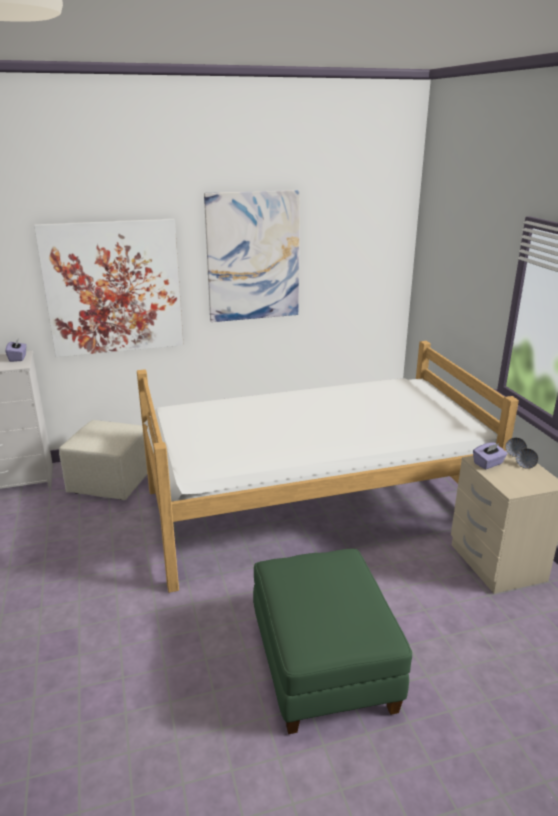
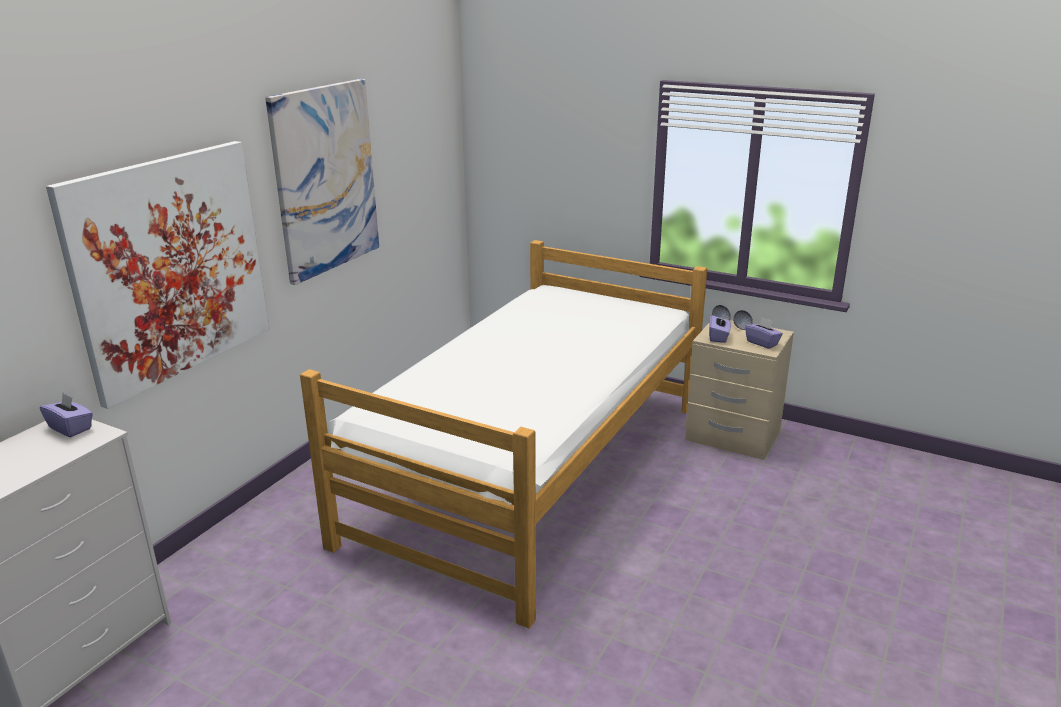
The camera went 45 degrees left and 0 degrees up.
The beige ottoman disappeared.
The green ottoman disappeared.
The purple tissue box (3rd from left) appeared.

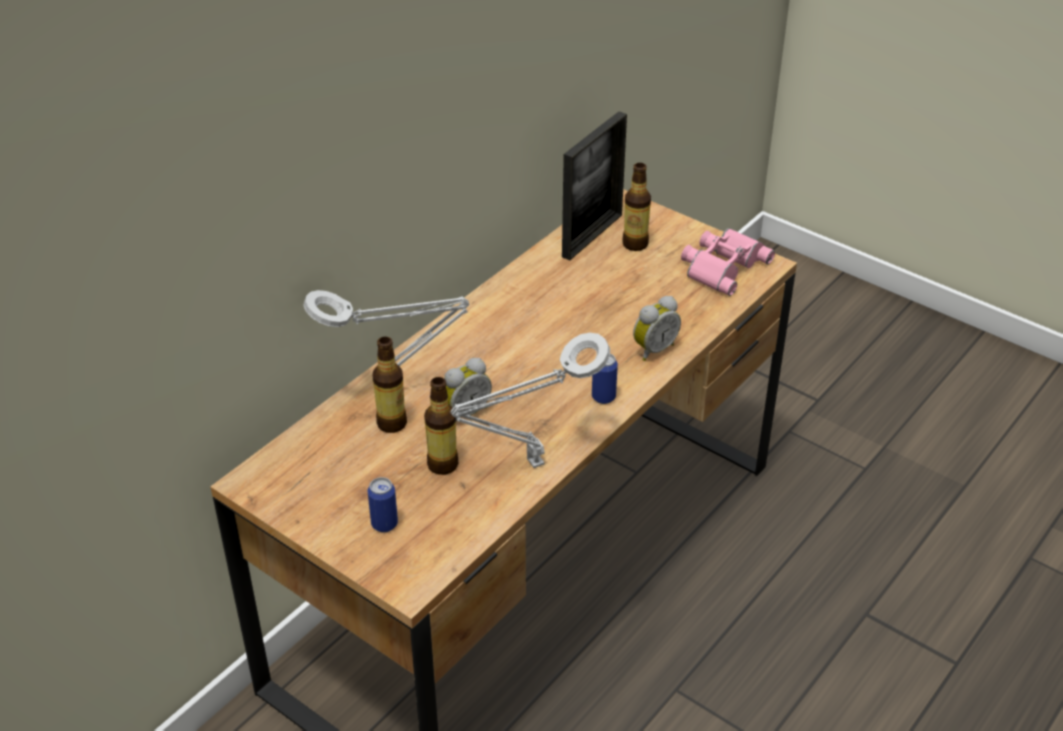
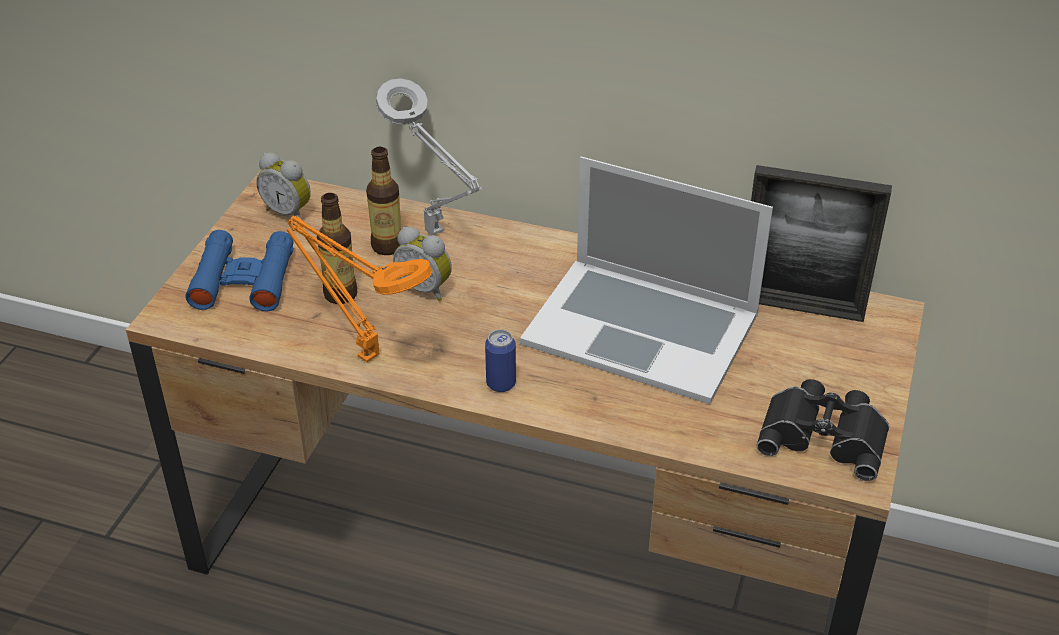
The camera went 70 degrees right and 0 degrees up.
The bottle (3rd from left) disappeared.
The laptop appeared.
The alarm clock (2nd from left in the first image) moved.
The can (1st from left) was replaced by the blue binoculars.
The grey table lamp (2nd from left) became the orange table lamp.
The pink binoculars became the black binoculars.

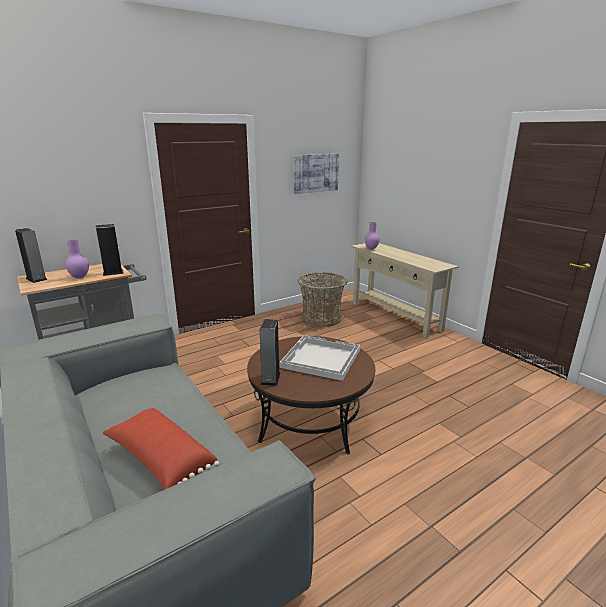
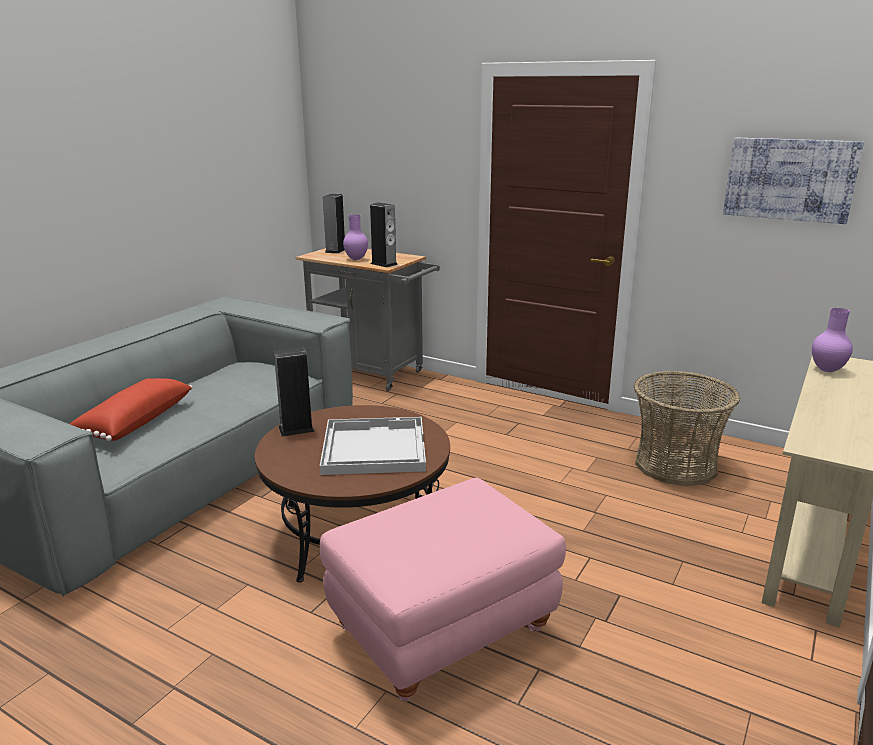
The camera went 65 degrees right and 0 degrees up.
The pink ottoman appeared.

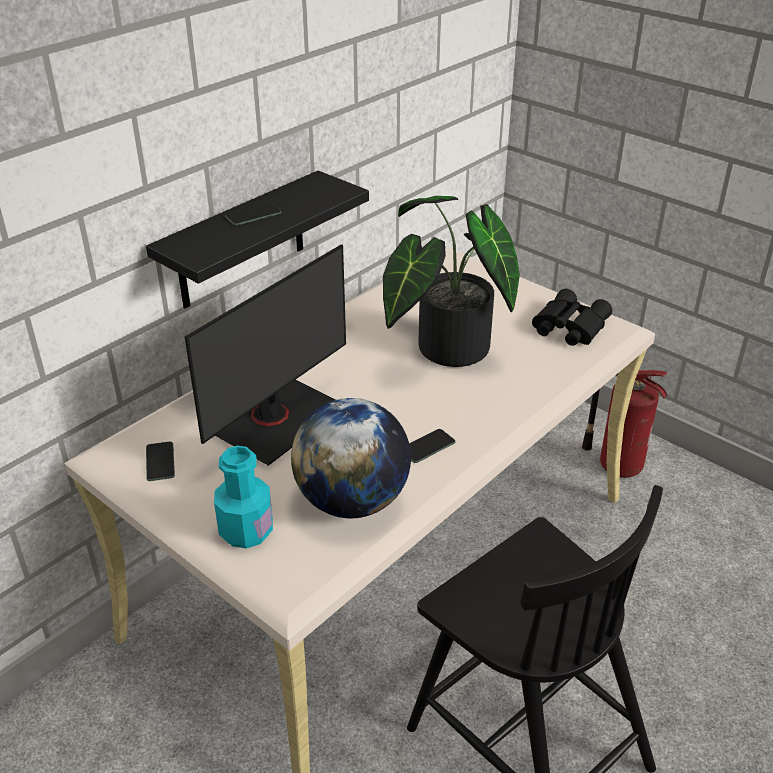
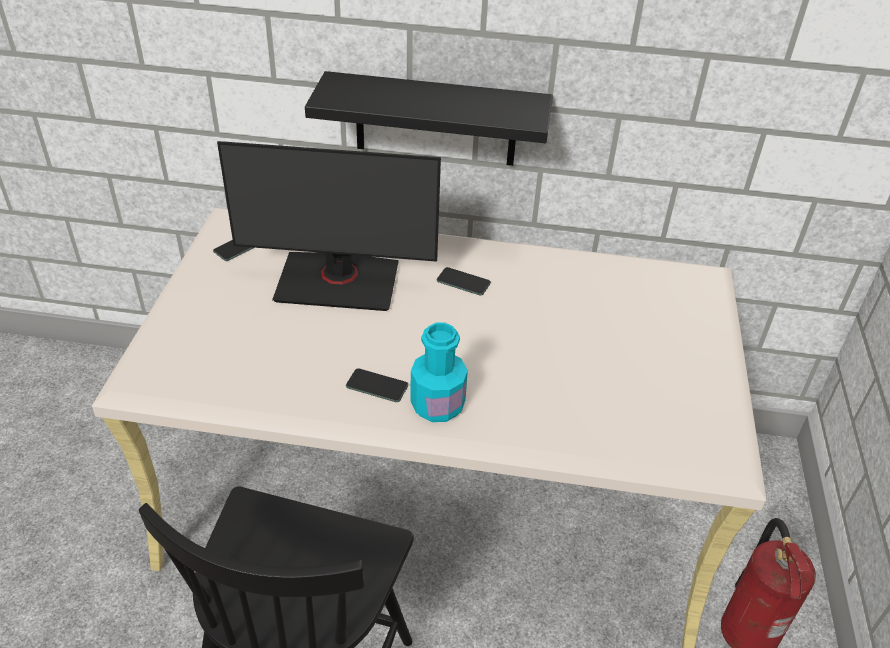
The camera went 55 degrees right and 5 degrees up.
The globe disappeared.
The potted plant disappeared.
The black binoculars disappeared.
The turquoise bottle moved.
The phone (2nd from left in the first image) moved.

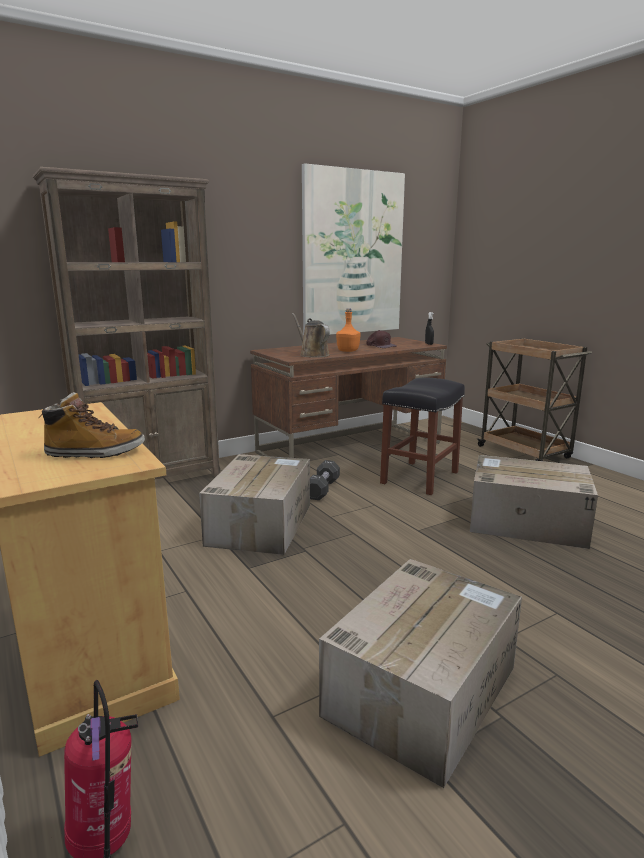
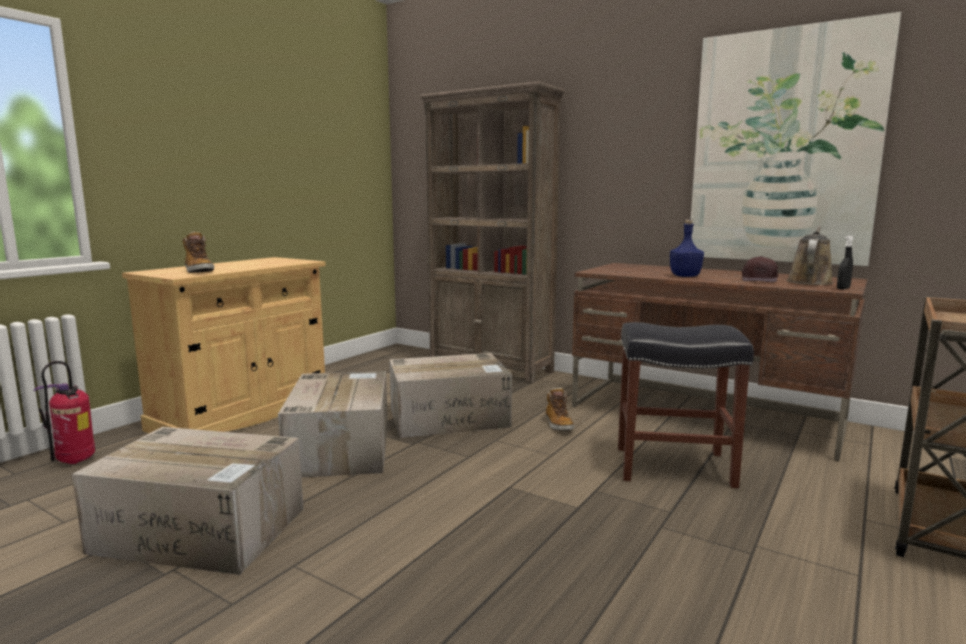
The camera went 65 degrees right and 5 degrees down.
The brown watering can moved.
The cardboard box (3rd from left in the first image) moved.
The black dumbbell was replaced by the boot (2nd from left).
The orange bottle became the blue bottle.

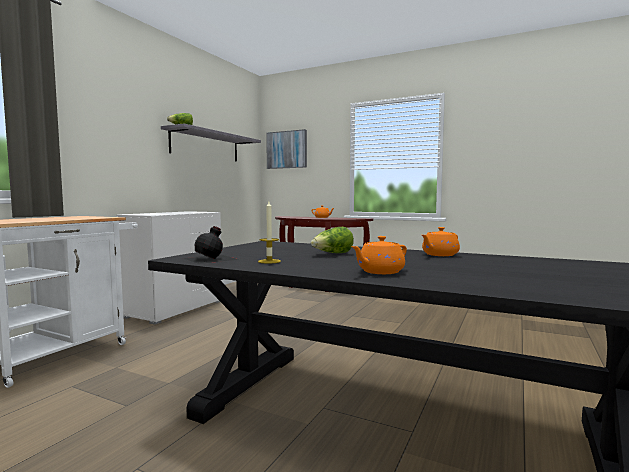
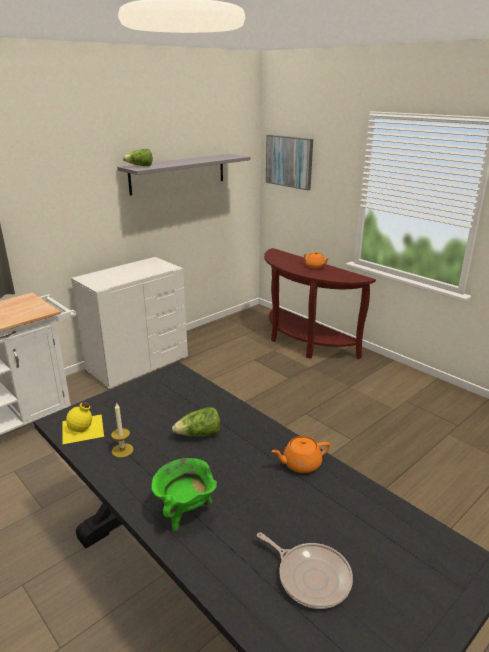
The camera went 20 degrees right and 20 degrees up.
The frying pan appeared.
The orange teapot (2nd from left) was replaced by the green cooking pot.
The black bottle became the yellow bottle.

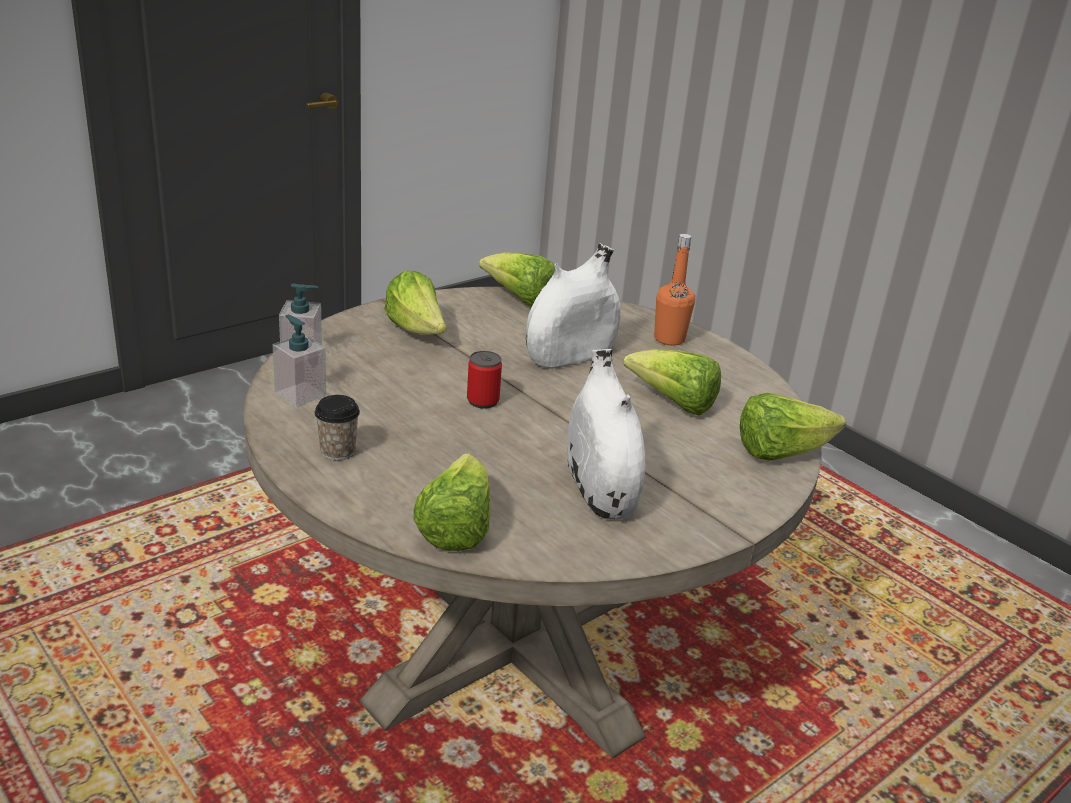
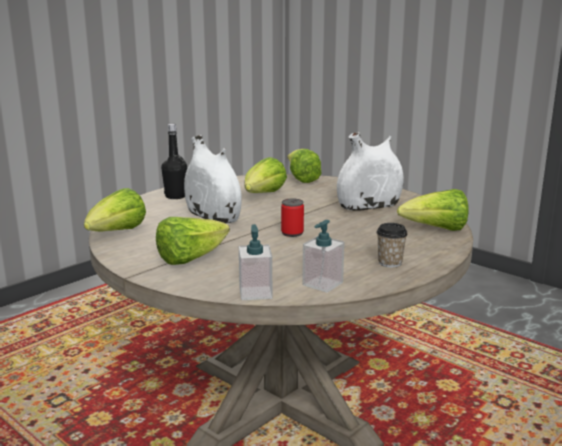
The camera went 95 degrees left and 10 degrees down.
The orange bottle became the black bottle.

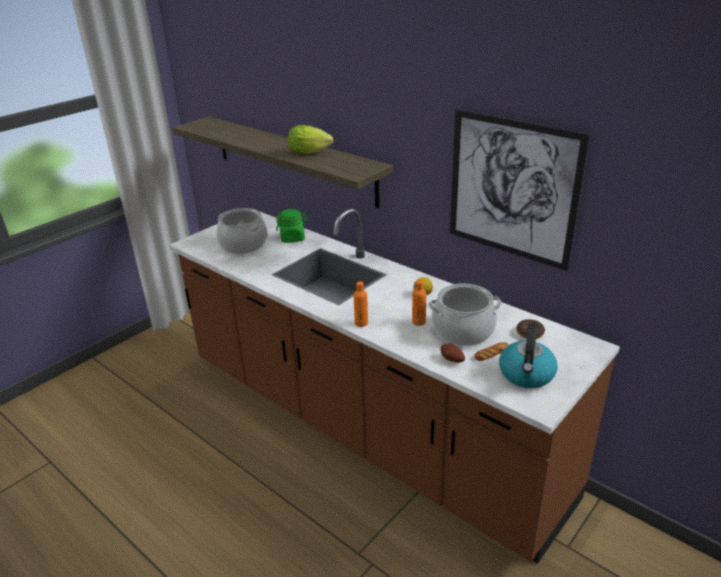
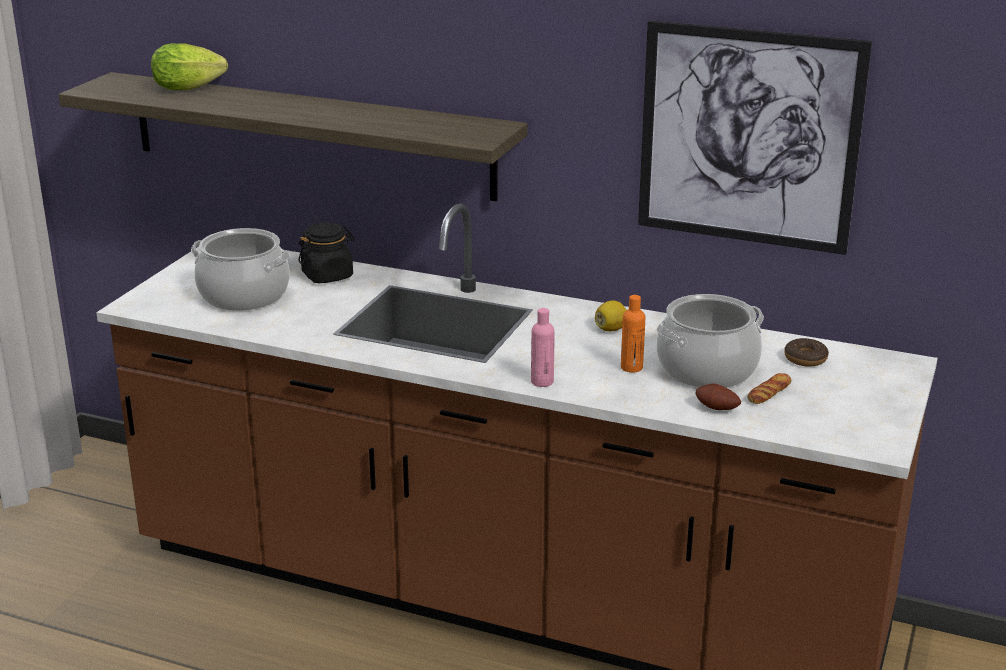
The camera went 20 degrees left and 5 degrees down.
The kettle disappeared.
The lettuce moved.
The green jar became the black jar.
The orange bottle (1st from left) became the pink bottle.

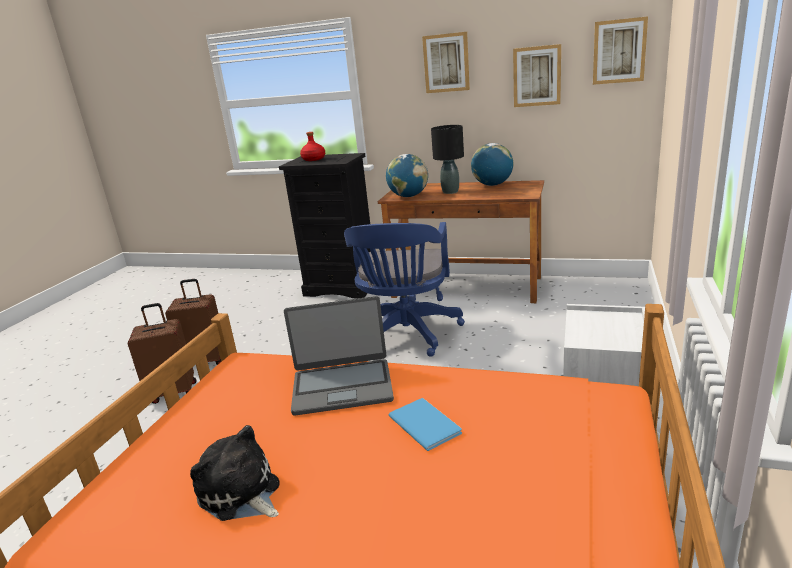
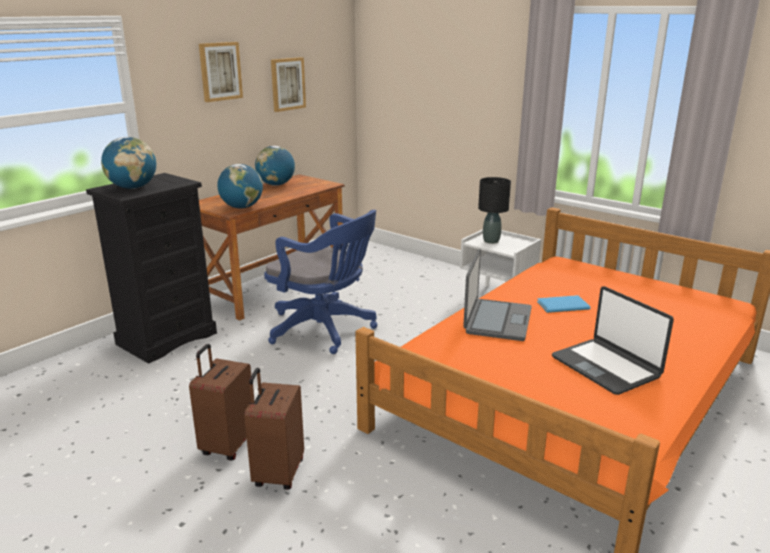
The camera went 70 degrees left and 0 degrees up.
The picture (3rd from left) disappeared.
The black table lamp moved.
The plush toy was replaced by the laptop (2nd from left).
The red bottle was replaced by the globe (1st from left).

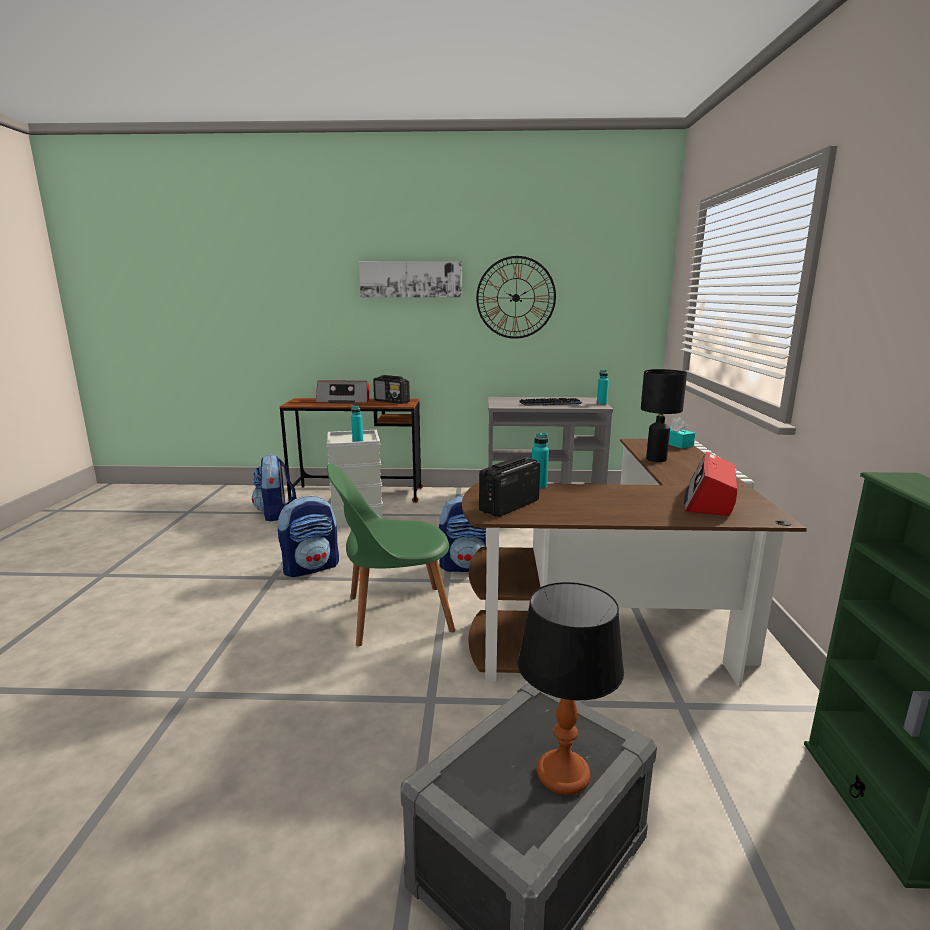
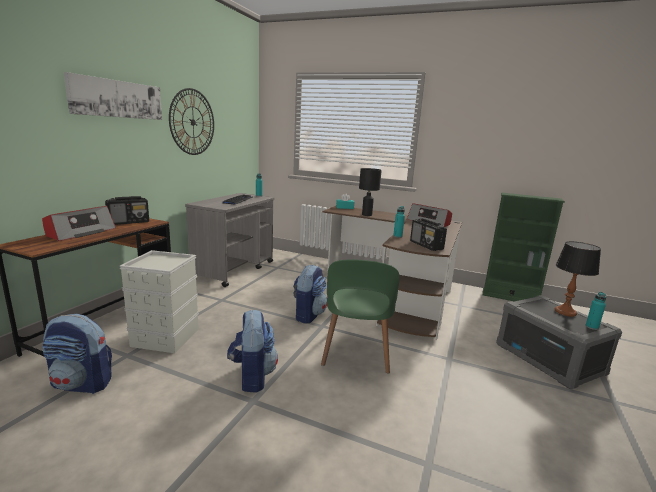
The camera went 70 degrees left and 0 degrees up.
The turquoise bottle (1st from left in the first image) moved.

